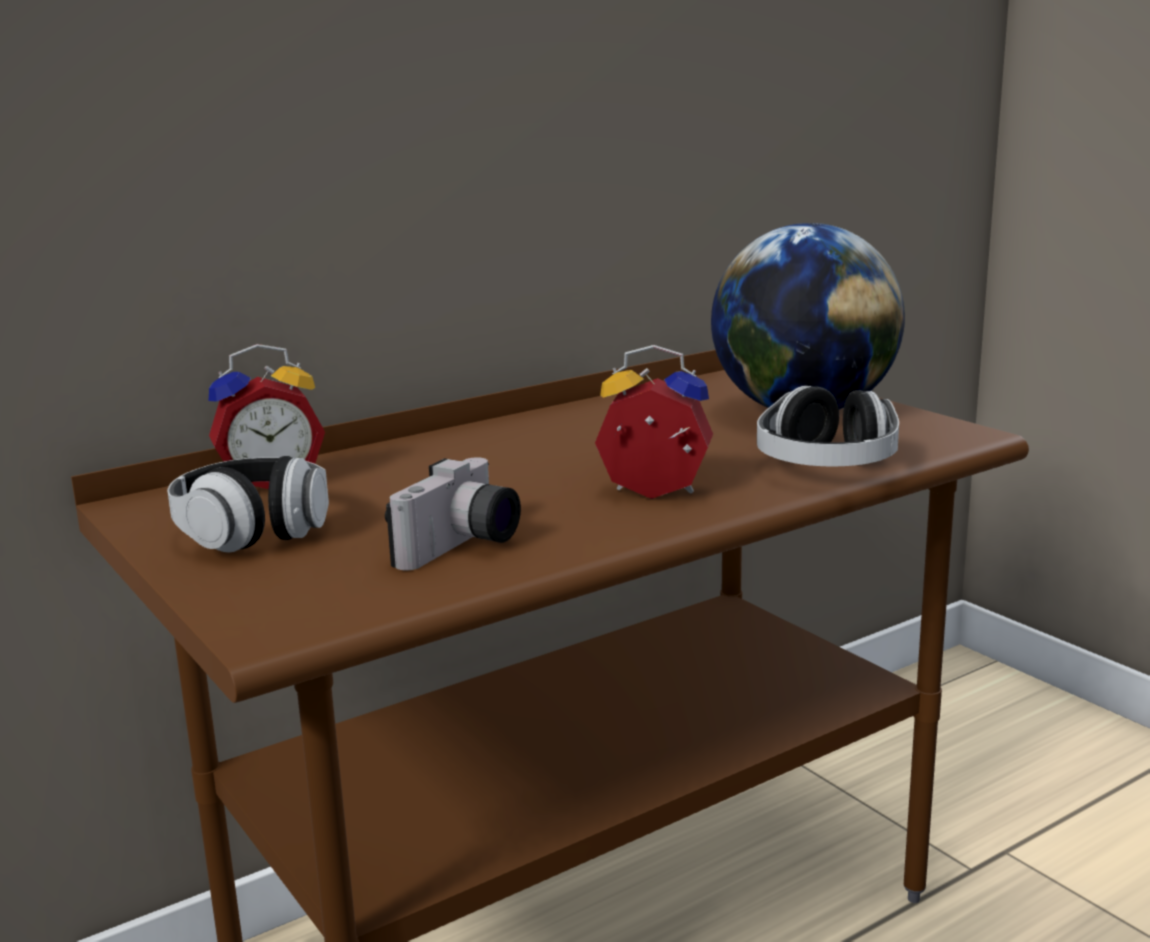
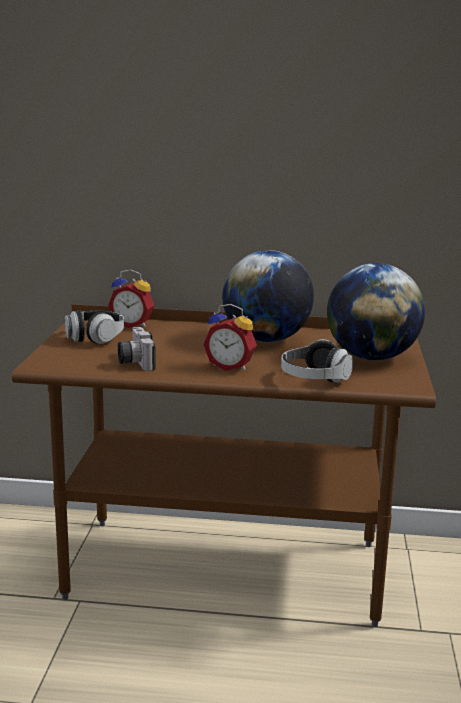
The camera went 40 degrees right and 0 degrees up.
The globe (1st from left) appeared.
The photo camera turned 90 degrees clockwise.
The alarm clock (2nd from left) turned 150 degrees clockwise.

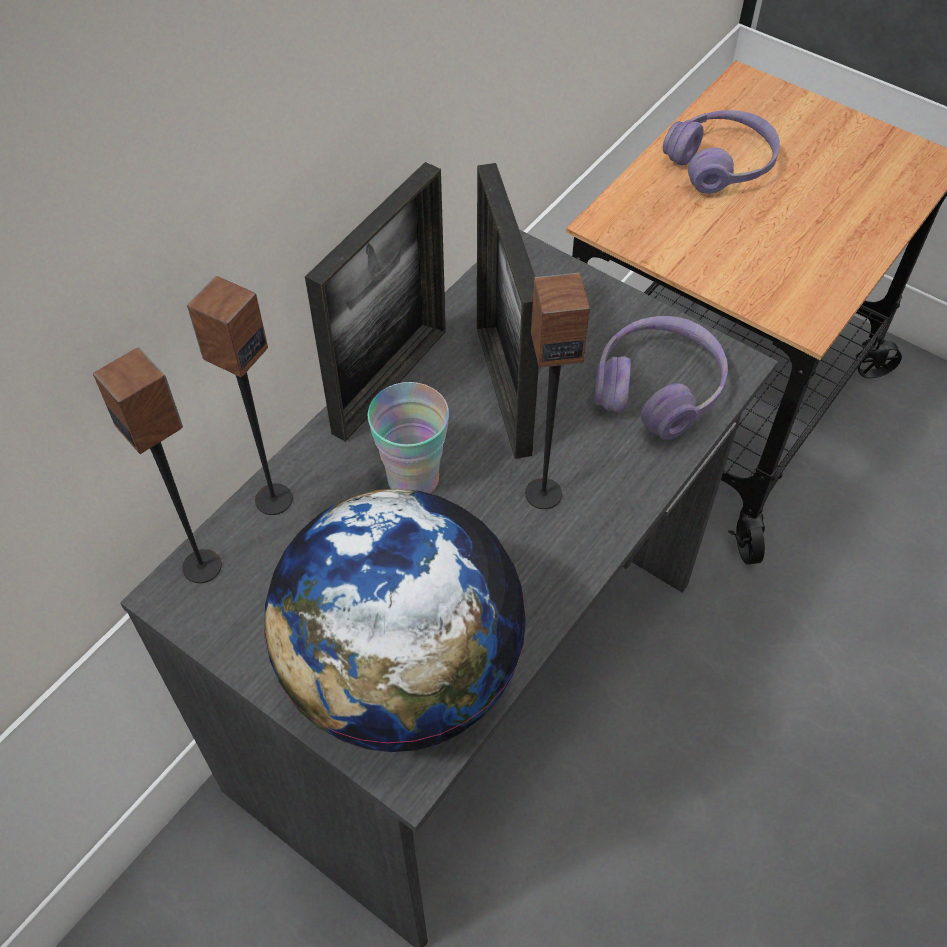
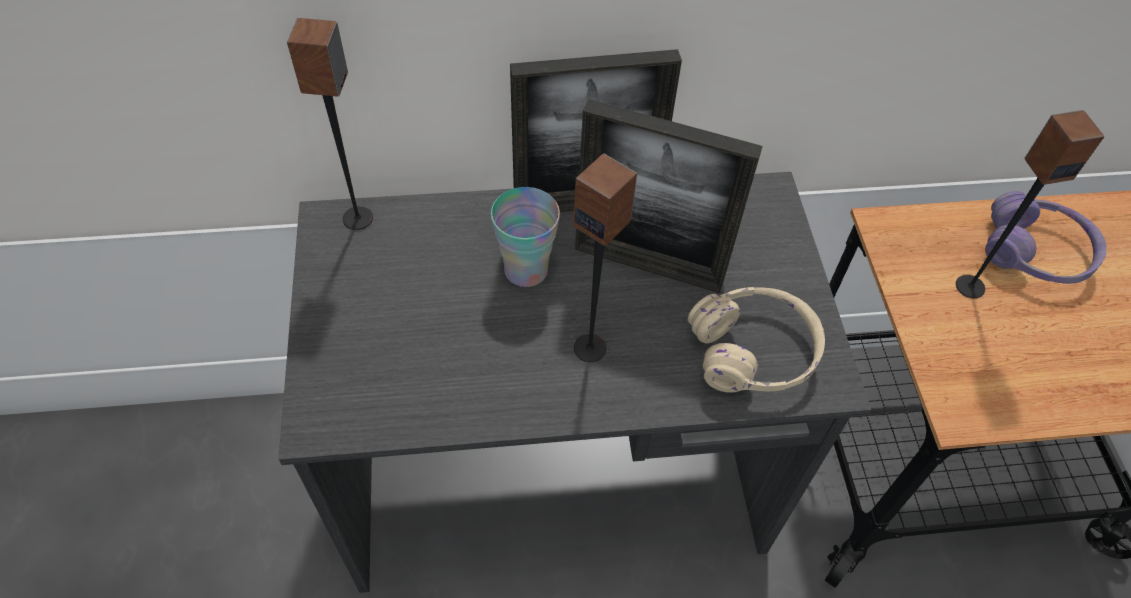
The camera went 45 degrees right and 0 degrees up.
The globe disappeared.
The speaker (2nd from left in the first image) moved.
The purple headphones (1st from left) became the beige headphones.
The picture frame (2nd from left) turned 105 degrees counterclockwise.

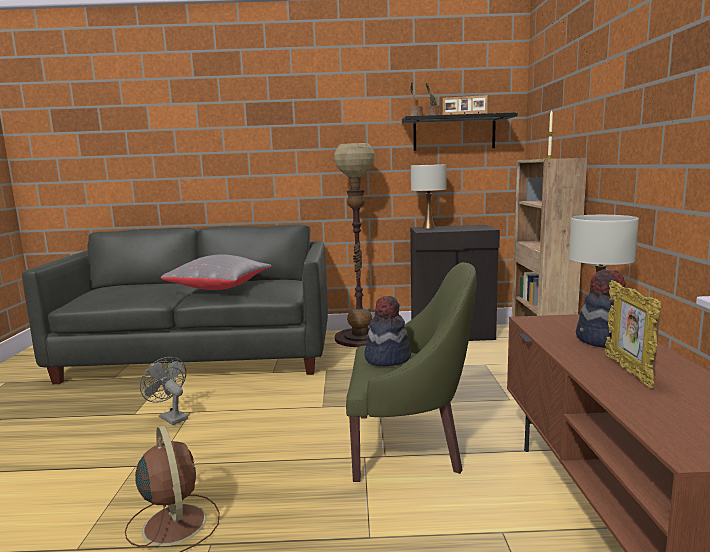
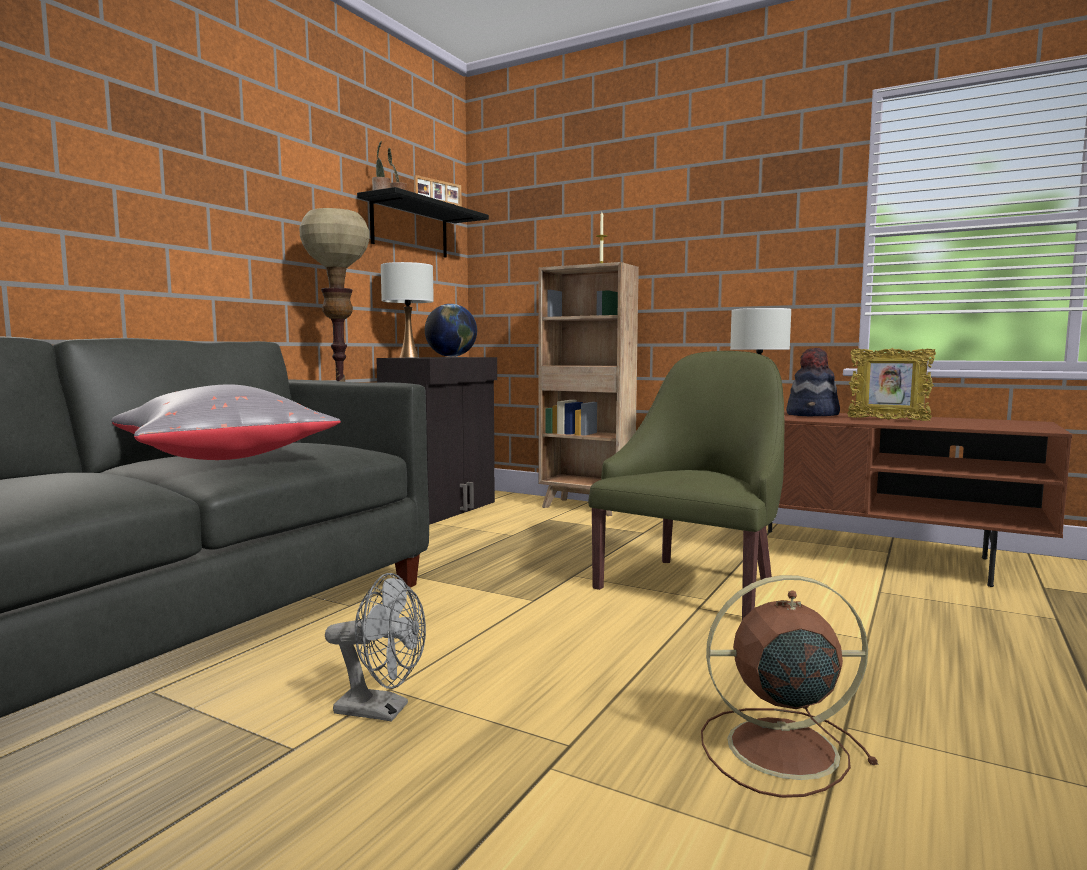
The camera went 60 degrees left and 5 degrees down.
The hat (1st from left) disappeared.
The globe appeared.
The grey fan turned 150 degrees counterclockwise.

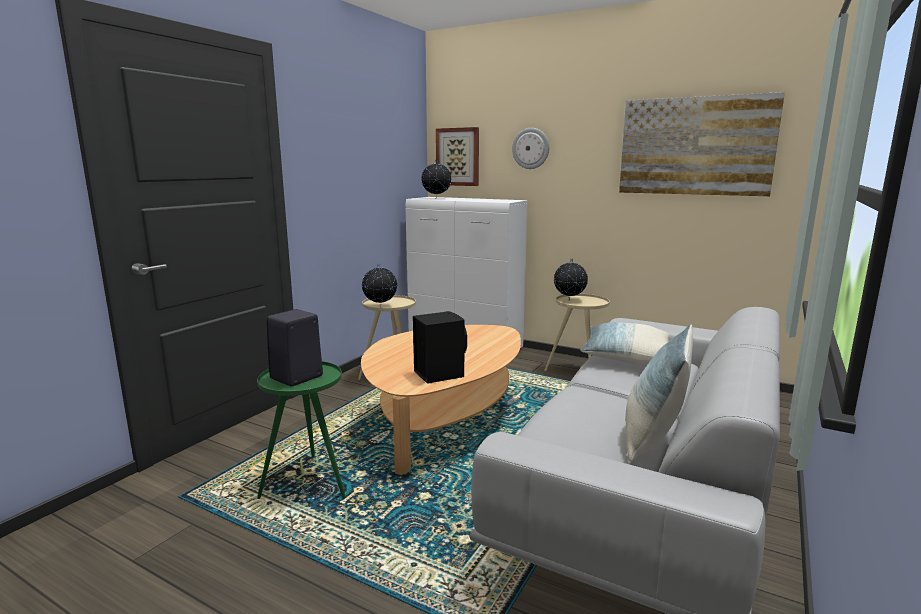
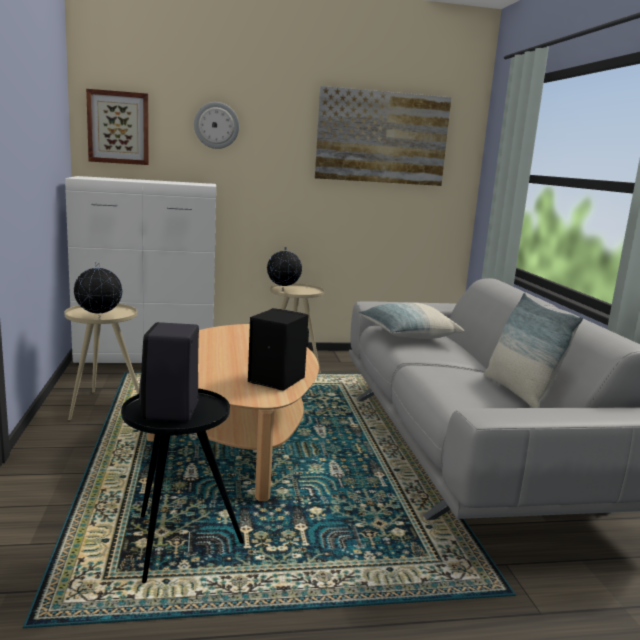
The camera went 40 degrees left and 0 degrees up.
The globe (2nd from left) disappeared.
The green side table became the black side table.

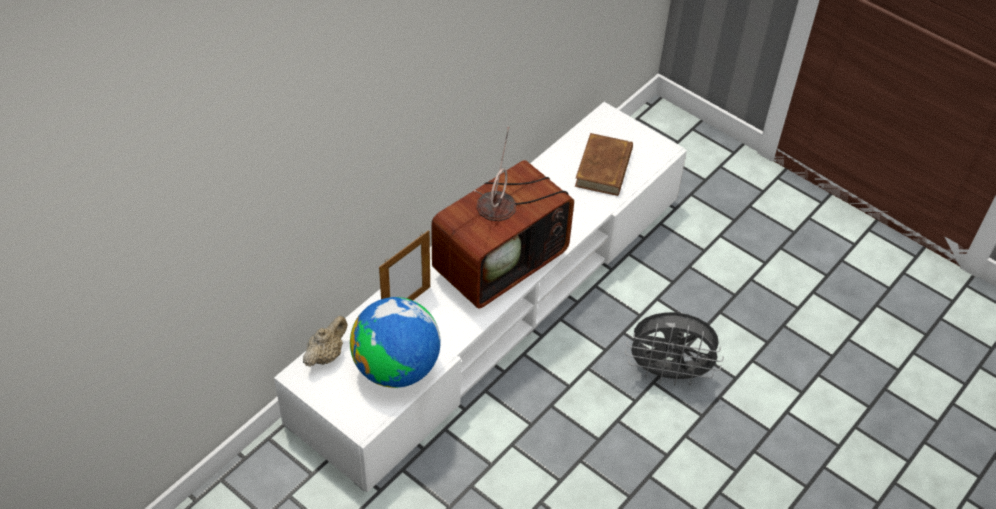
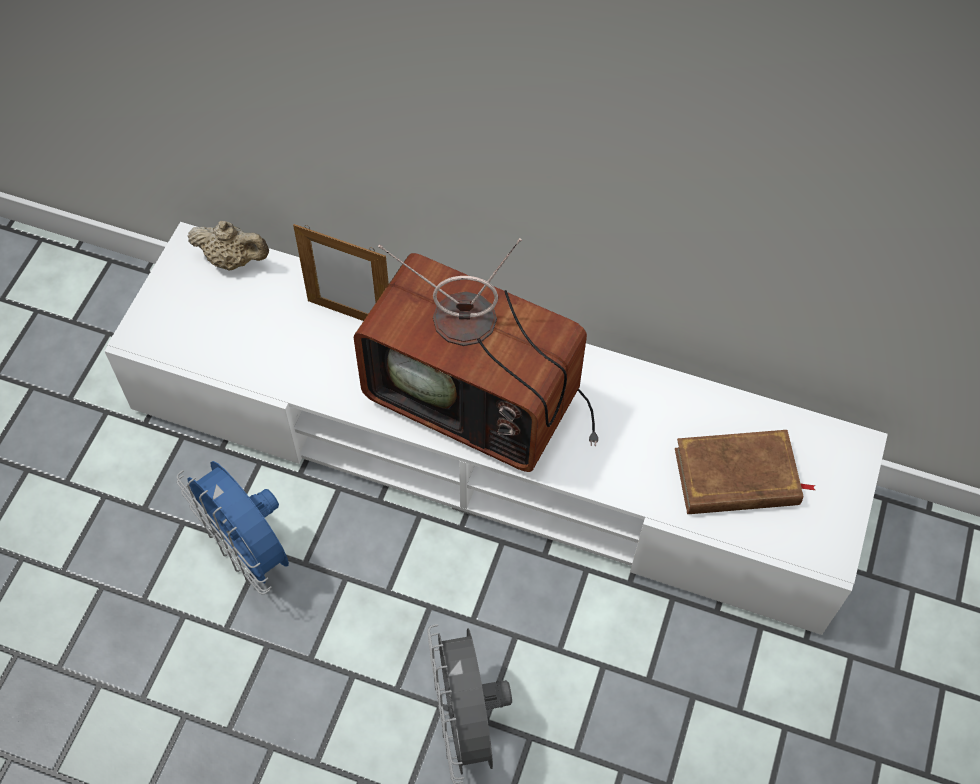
The camera went 70 degrees right and 10 degrees up.
The globe disappeared.
The blue fan appeared.

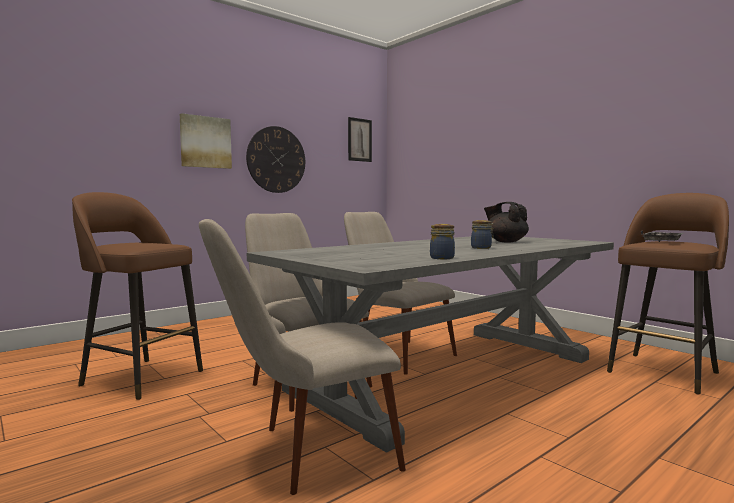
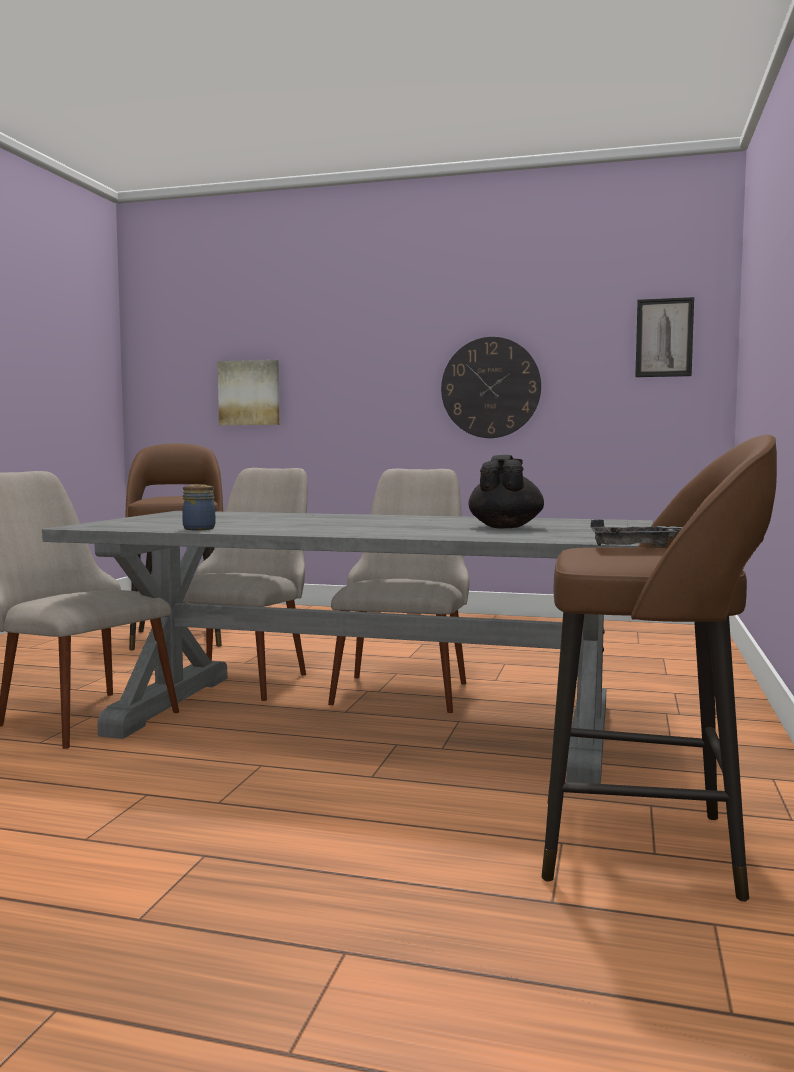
The camera went 55 degrees right and 0 degrees up.
The jar (2nd from left) disappeared.
The picture (1st from left) moved.

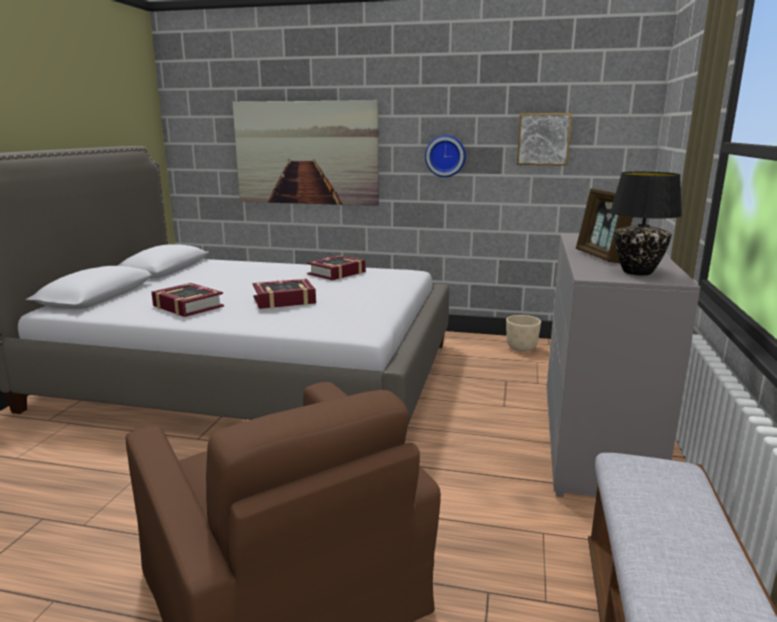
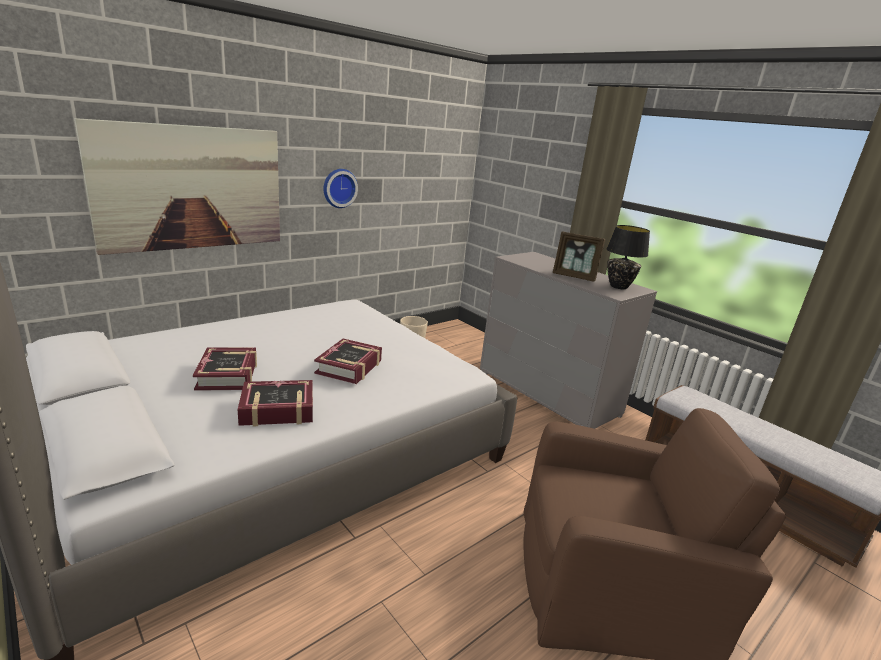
The camera went 55 degrees left and 5 degrees up.
The picture (2nd from left) disappeared.
The book (3rd from left in the first image) moved.

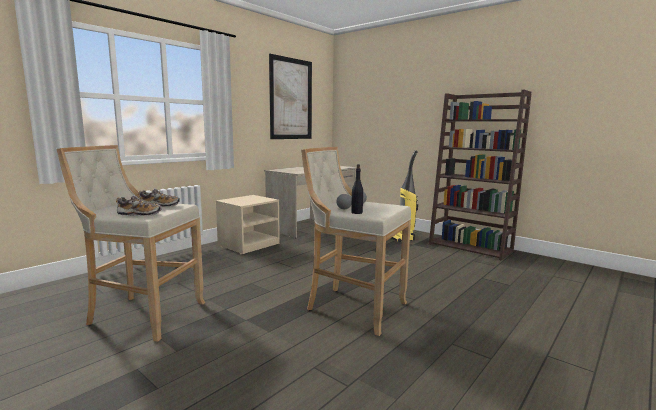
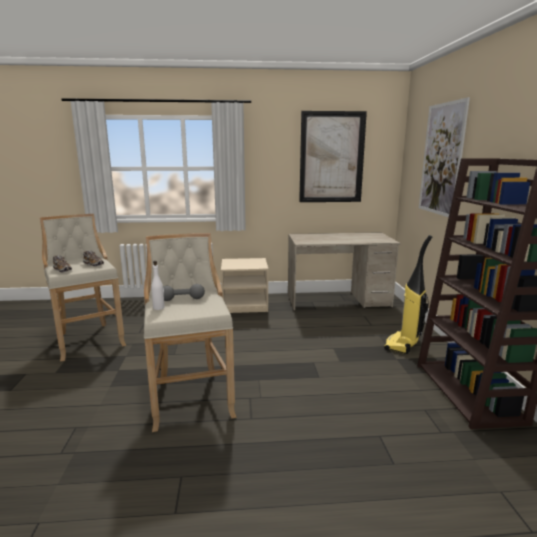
The camera went 45 degrees right and 5 degrees up.
The picture (2nd from left) appeared.
The black bottle became the white bottle.

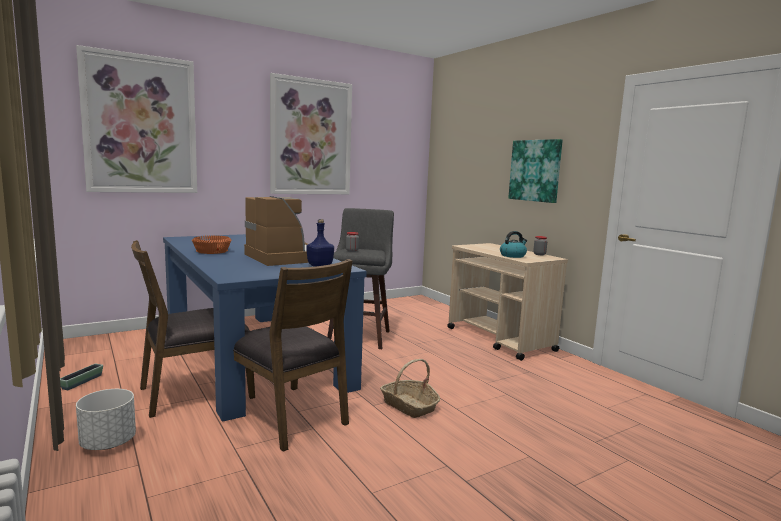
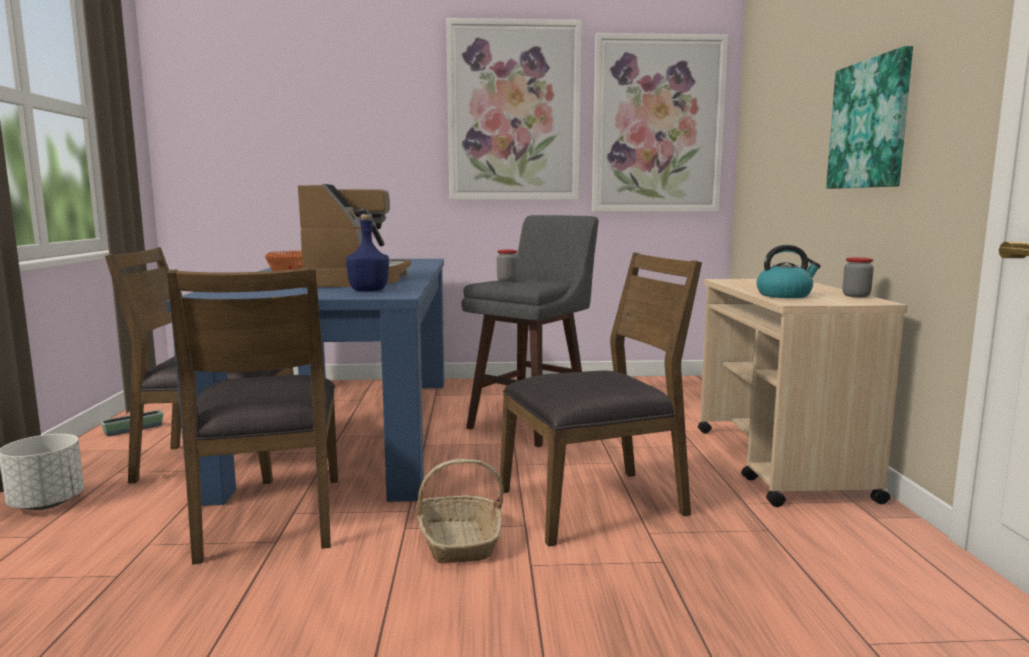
The camera went 30 degrees right and 0 degrees up.
The brown chair (3rd from left) appeared.
The picture (1st from left in the first image) moved.

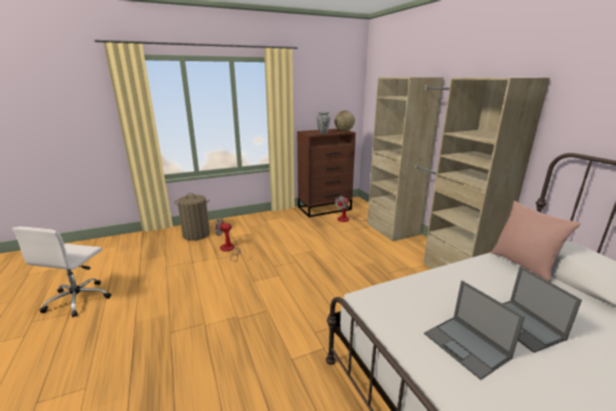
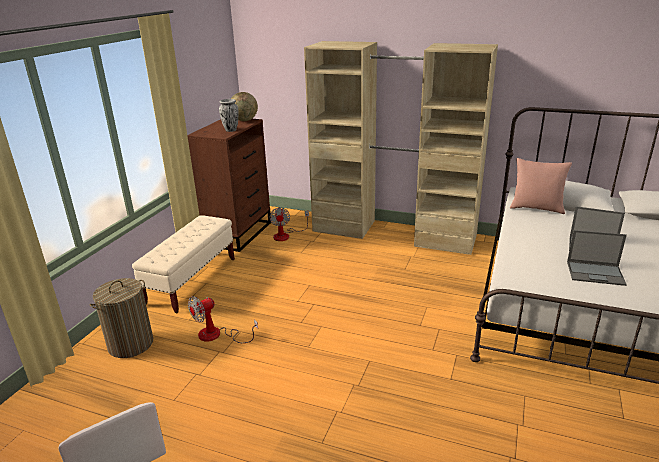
The camera went 45 degrees left and 5 degrees up.
The beige bench appeared.

